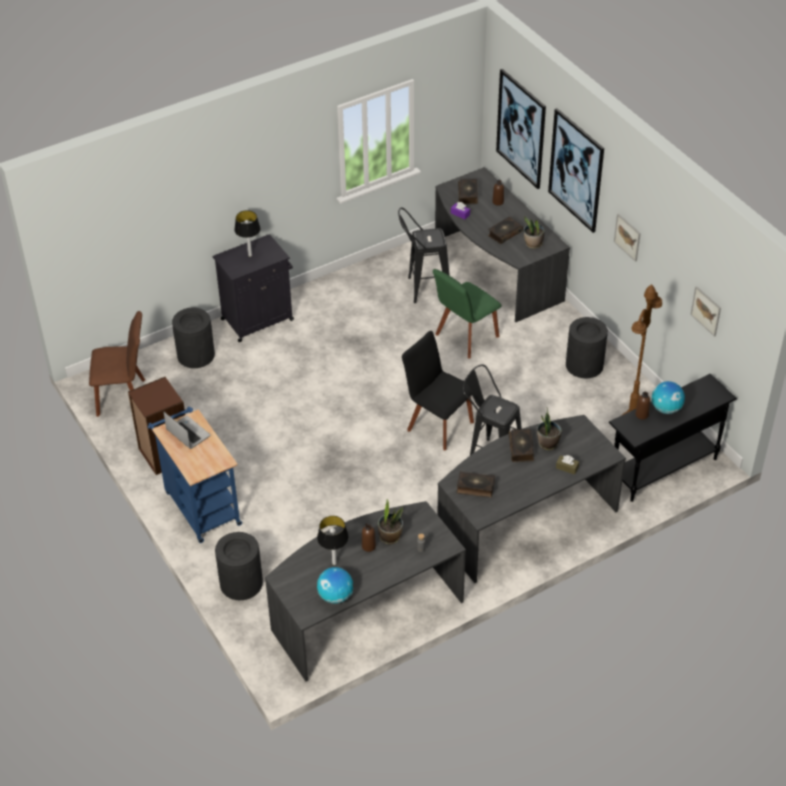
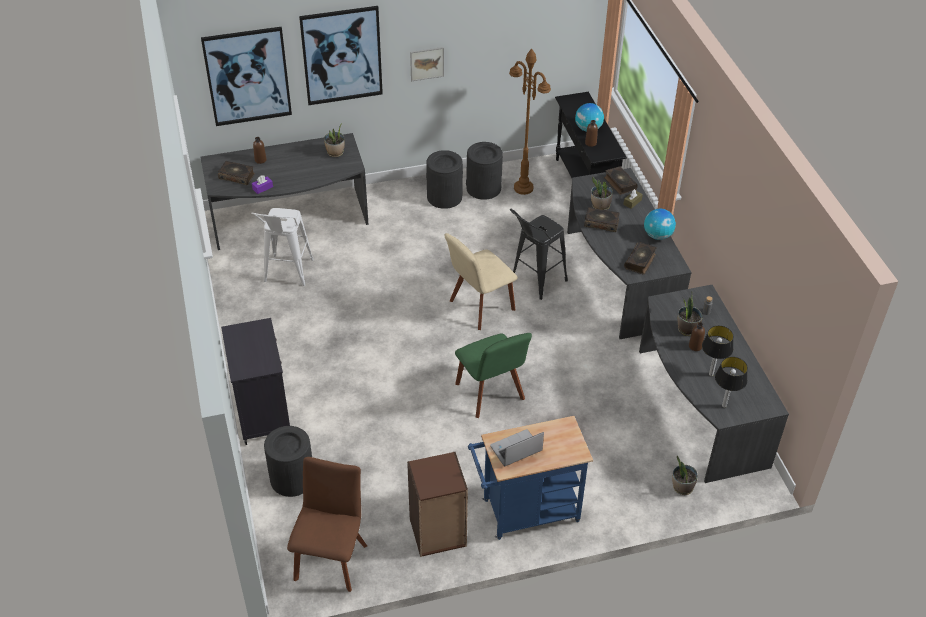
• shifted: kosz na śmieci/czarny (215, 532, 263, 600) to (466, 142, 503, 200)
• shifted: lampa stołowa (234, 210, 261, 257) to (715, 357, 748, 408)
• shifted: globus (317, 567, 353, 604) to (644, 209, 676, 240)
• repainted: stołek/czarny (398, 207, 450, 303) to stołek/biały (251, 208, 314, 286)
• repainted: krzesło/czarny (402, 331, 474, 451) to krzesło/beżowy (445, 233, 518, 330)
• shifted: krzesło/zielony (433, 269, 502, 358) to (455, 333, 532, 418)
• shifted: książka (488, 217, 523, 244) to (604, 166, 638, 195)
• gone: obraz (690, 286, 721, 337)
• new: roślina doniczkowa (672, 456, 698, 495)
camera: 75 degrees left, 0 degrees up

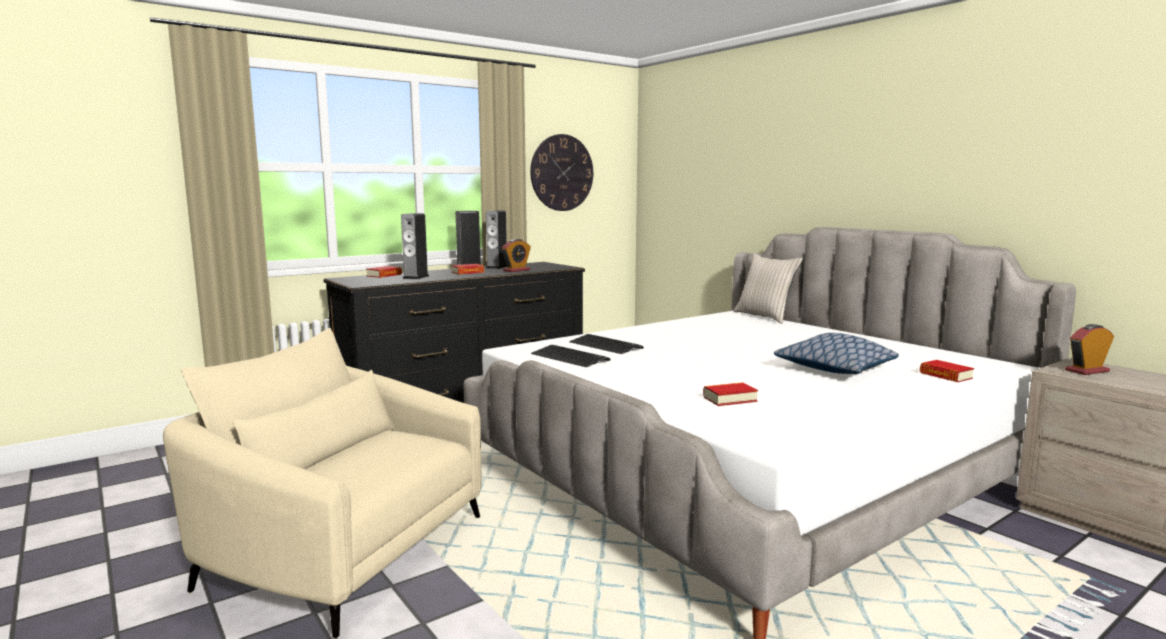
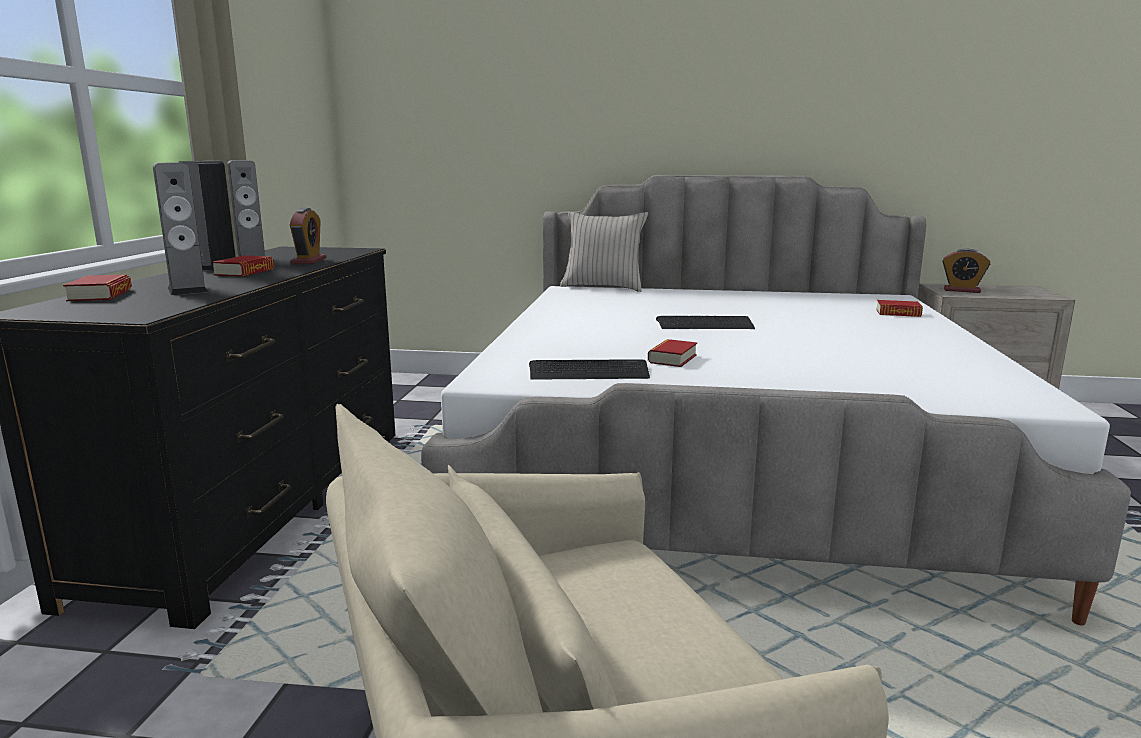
• gone: zegar ścienny (530, 134, 593, 211)
• shifted: klawiatura (569, 334, 644, 354) to (656, 316, 755, 329)
• shifted: książka (703, 382, 758, 406) to (648, 339, 697, 367)
• gone: poduszka (774, 333, 899, 374)
• rotated: budzik (1065, 324, 1114, 375) = (942, 249, 990, 293) 90 degrees counterclockwise
camera: 45 degrees left, 5 degrees up

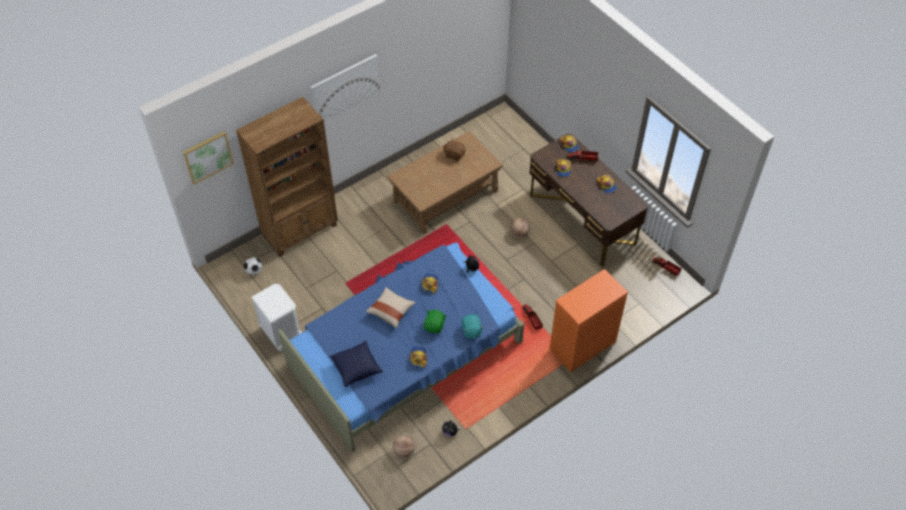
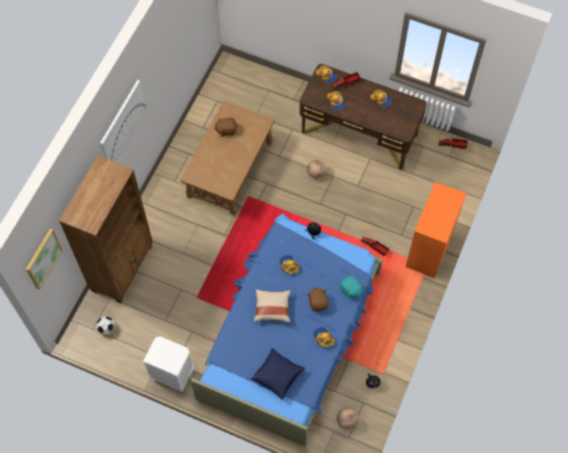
• repainted: pluszak/zielony (424, 310, 446, 334) to pluszak/brązowy (307, 288, 328, 311)
camera: 30 degrees left, 10 degrees up

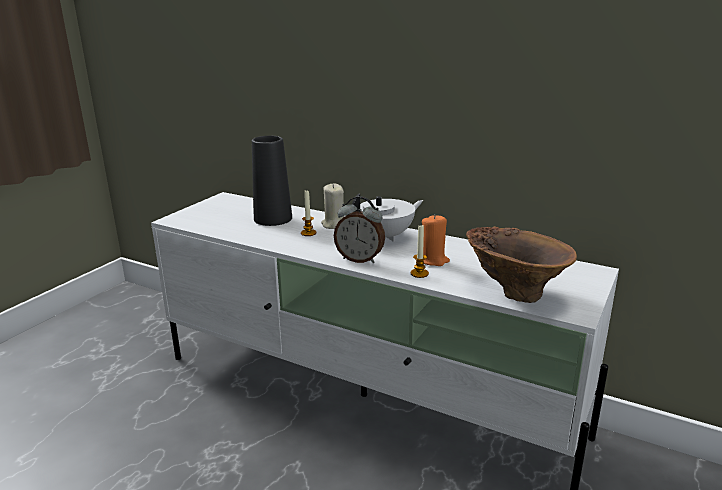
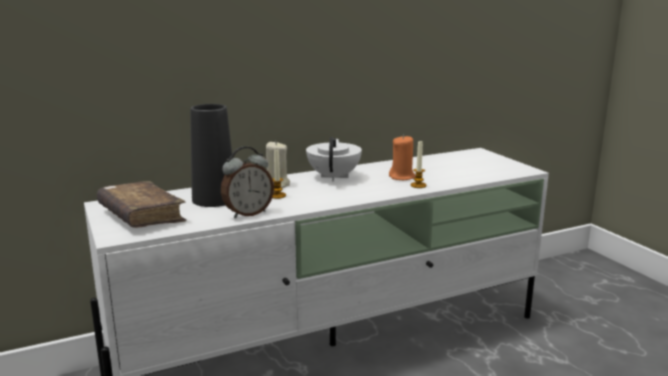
• shifted: budzik (334, 196, 385, 263) to (221, 146, 274, 218)
• gone: wazon/brązowy (466, 226, 577, 303)
• new: książka/brązowy (97, 181, 186, 228)
camera: 55 degrees left, 5 degrees down

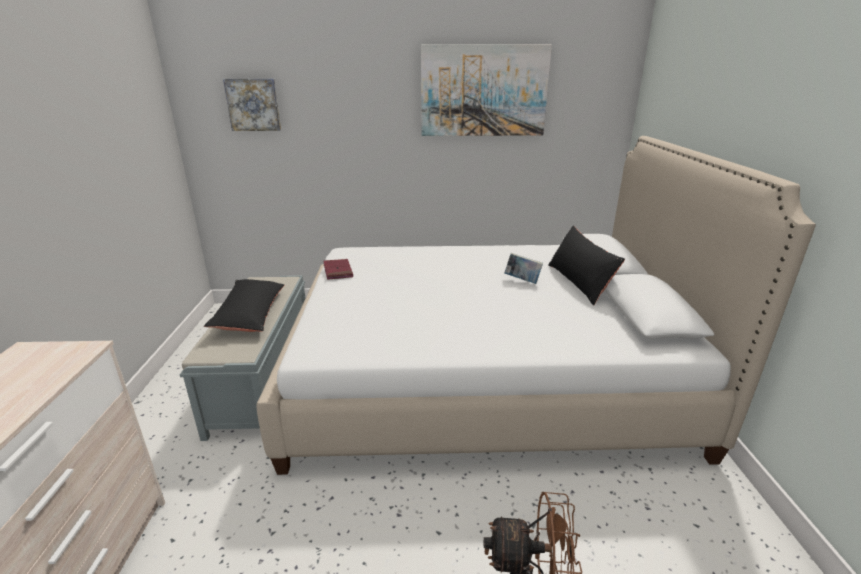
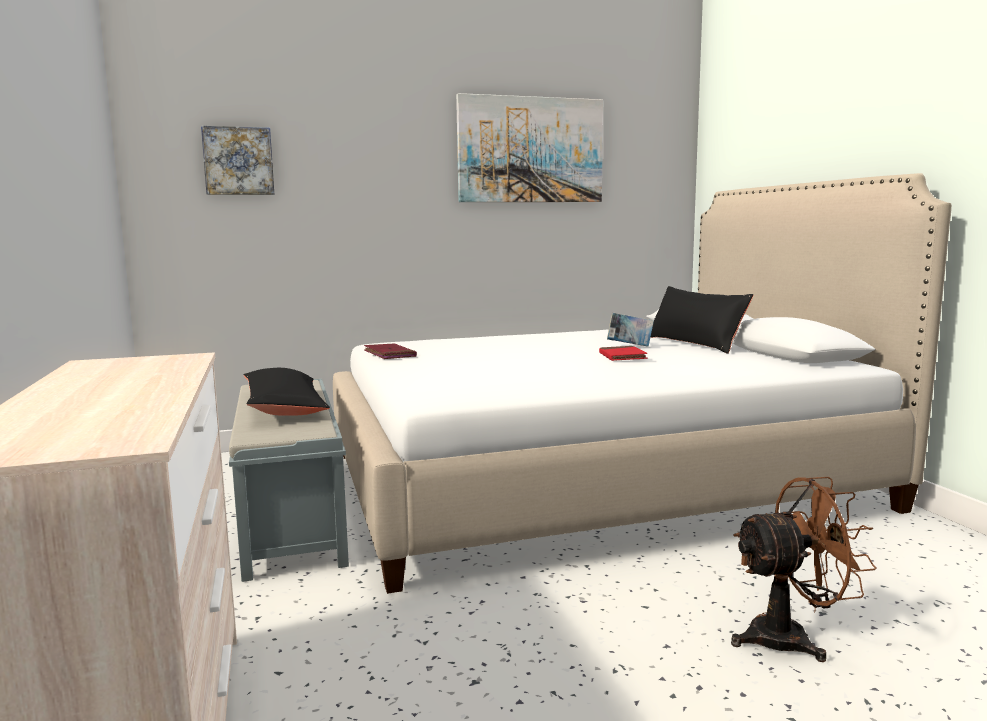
• new: książka/czerwony (599, 346, 648, 361)
camera: 15 degrees left, 15 degrees down

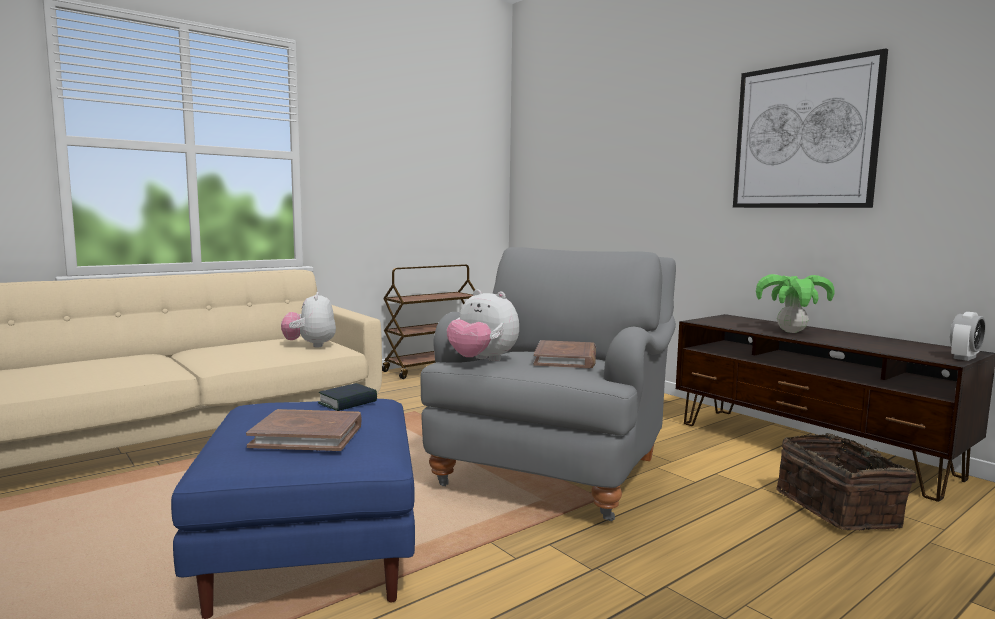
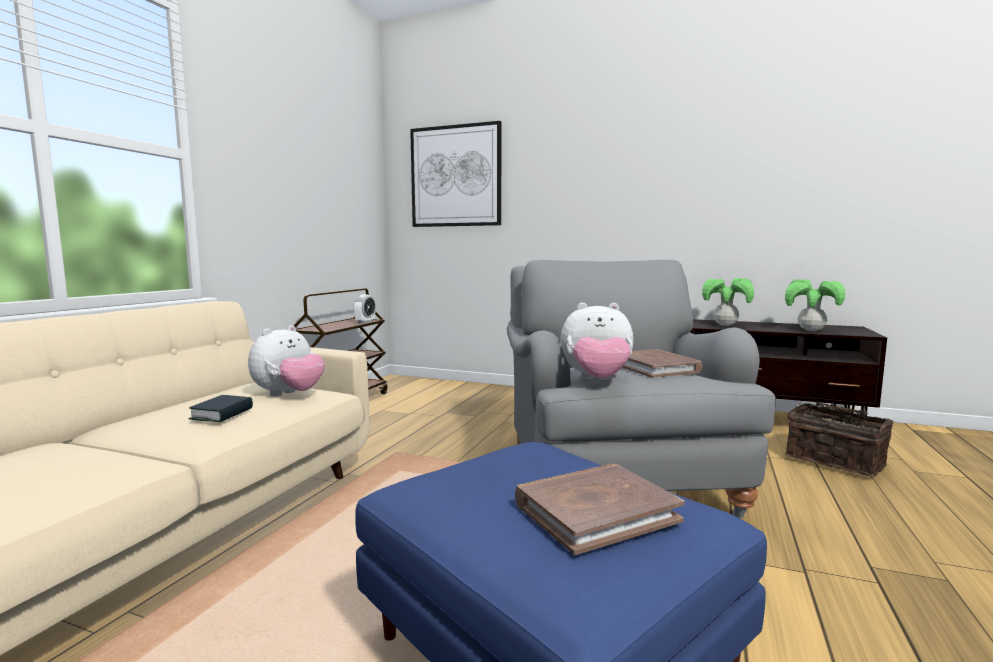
• rotated: pluszak (281, 292, 336, 348) = (248, 325, 325, 397) 105 degrees counterclockwise
• shifted: książka (318, 383, 377, 411) to (189, 395, 253, 422)
• shifted: obraz (733, 48, 888, 208) to (410, 121, 501, 227)
• shifted: budzik (950, 312, 986, 361) to (354, 294, 376, 323)
• new: roślina doniczkowa (785, 279, 845, 331)
camera: 30 degrees left, 0 degrees up

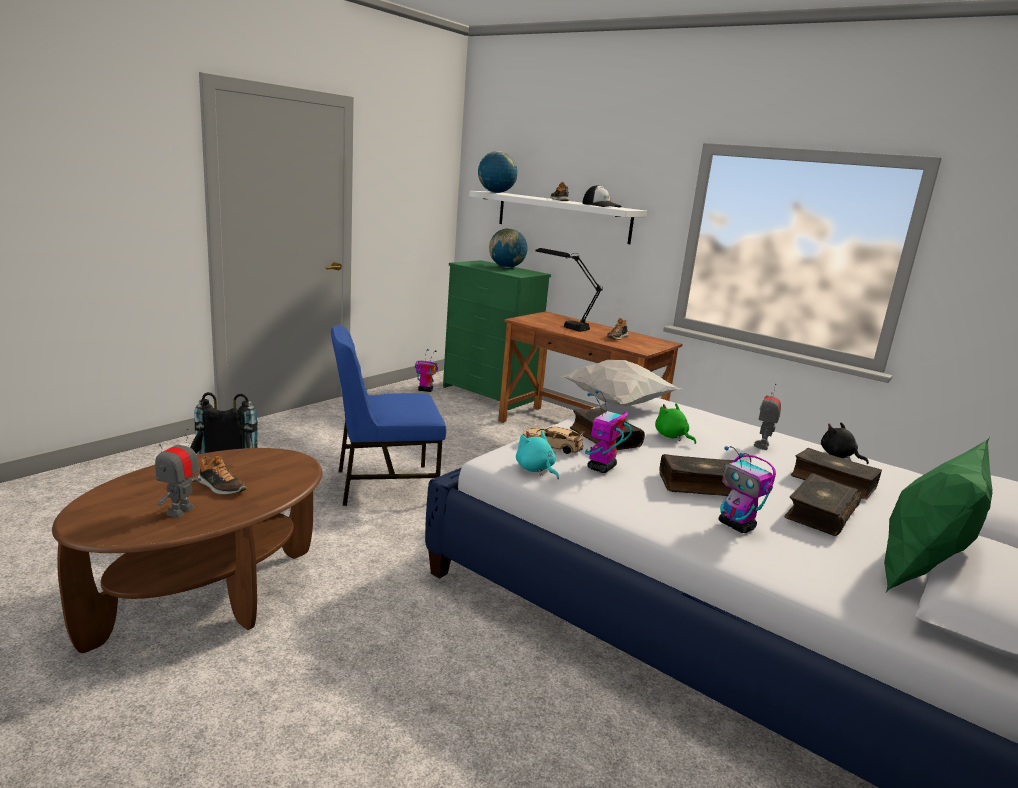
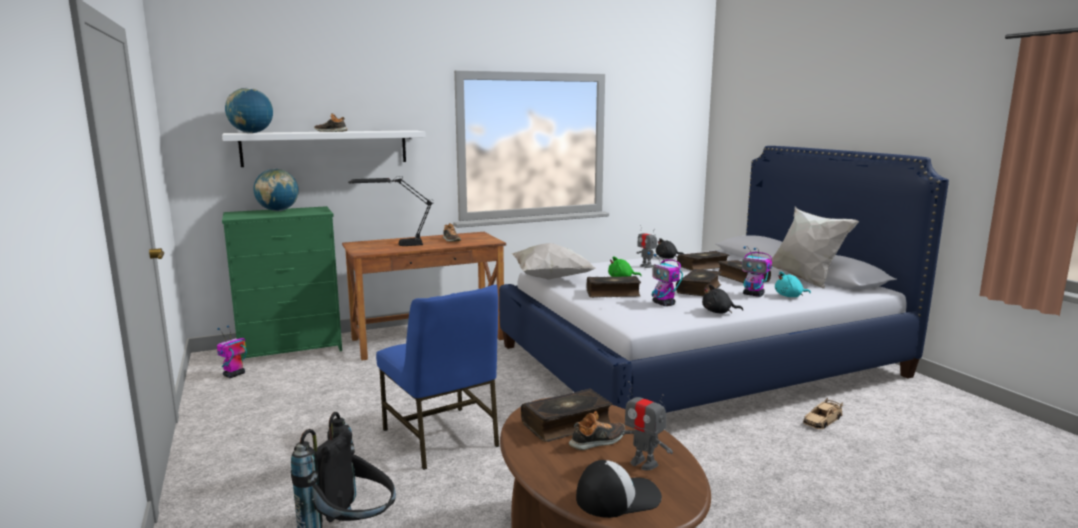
• rotated: krzesło/niebieski (331, 325, 446, 506) = (376, 285, 499, 470) 45 degrees counterclockwise
• shifted: pluszak/turkusowy (516, 430, 559, 479) to (775, 271, 811, 297)
• shifted: samochodzik/beżowy (523, 427, 585, 454) to (803, 398, 843, 429)
• shifted: czapka z daszkiem (582, 185, 622, 207) to (576, 460, 662, 518)
• rotated: robot zabawkowy (719, 446, 776, 533) = (742, 246, 772, 297) 45 degrees clockwise
• repainted: poduszka/zielony (884, 437, 993, 592) to poduszka/biały (770, 207, 859, 289)
• new: książka (521, 389, 612, 442)
• new: pluszak/czarny (702, 285, 743, 313)
camera: 60 degrees left, 5 degrees down

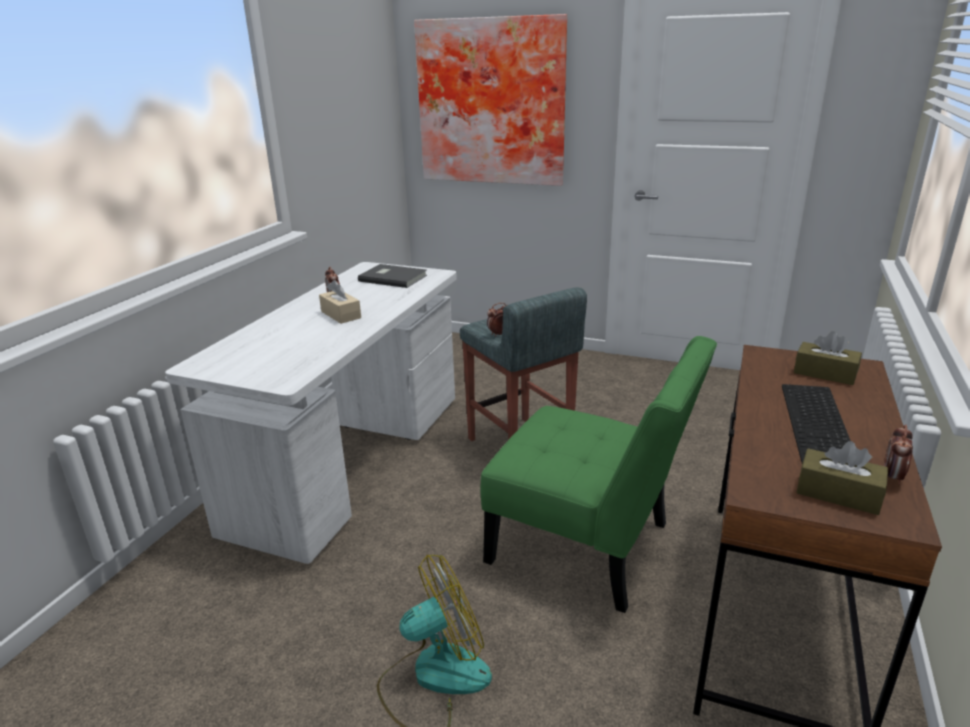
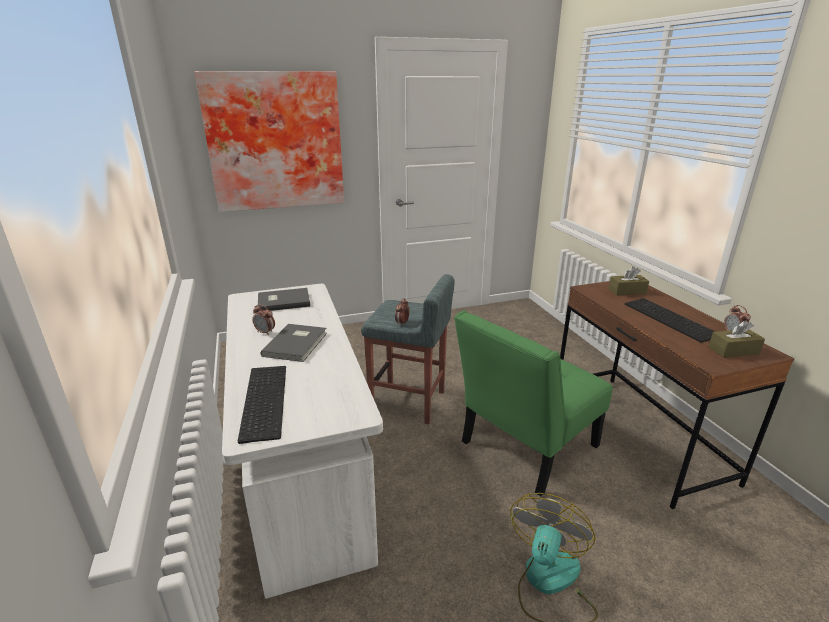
• swapped: pudełko chusteczek/beżowy (319, 280, 361, 324) to książka/szary (261, 324, 327, 362)
• rotated: krzesło/zielony (481, 336, 717, 613) = (454, 310, 613, 496) 150 degrees clockwise
• new: klawiatura (238, 366, 286, 444)
camera: 40 degrees left, 0 degrees up

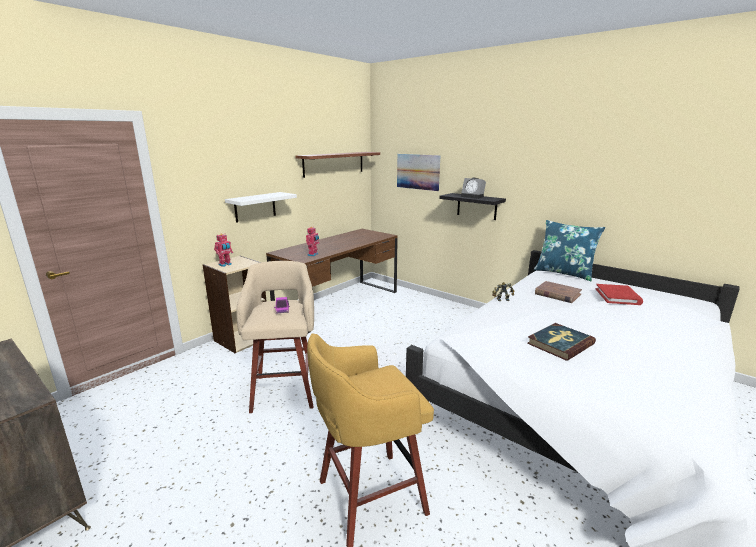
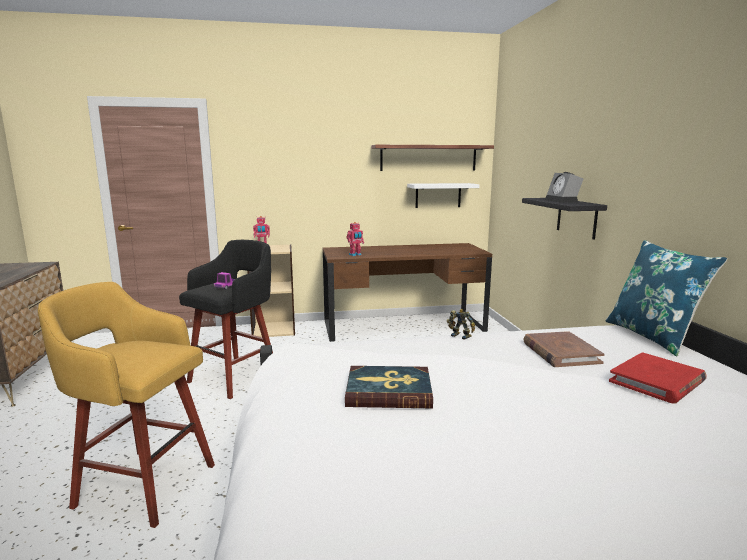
• shifted: półka/biały (225, 192, 297, 223) to (407, 183, 480, 208)
• repainted: stołek/beżowy (236, 261, 314, 413) to stołek/czarny (179, 240, 273, 399)
• gone: obraz (397, 154, 441, 191)
camera: 40 degrees right, 5 degrees down

